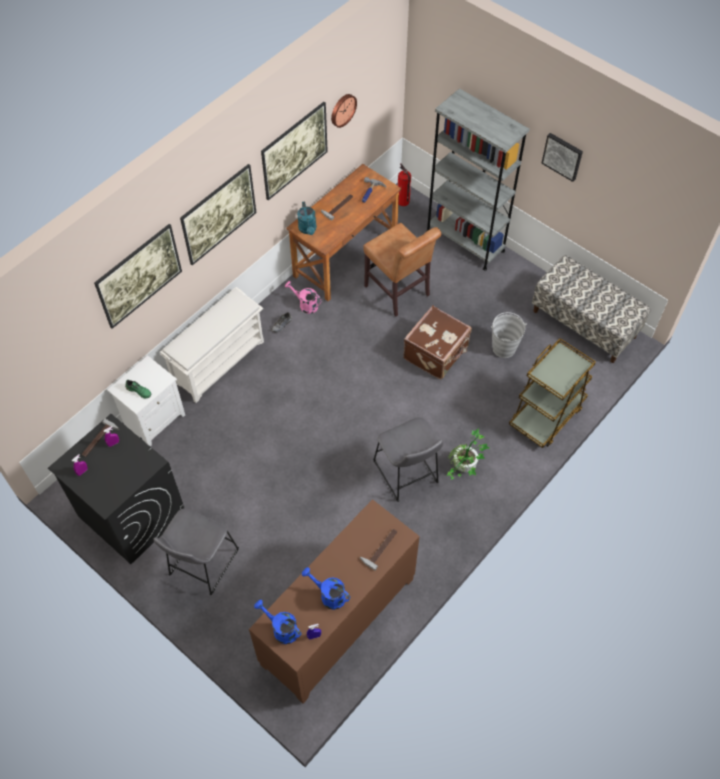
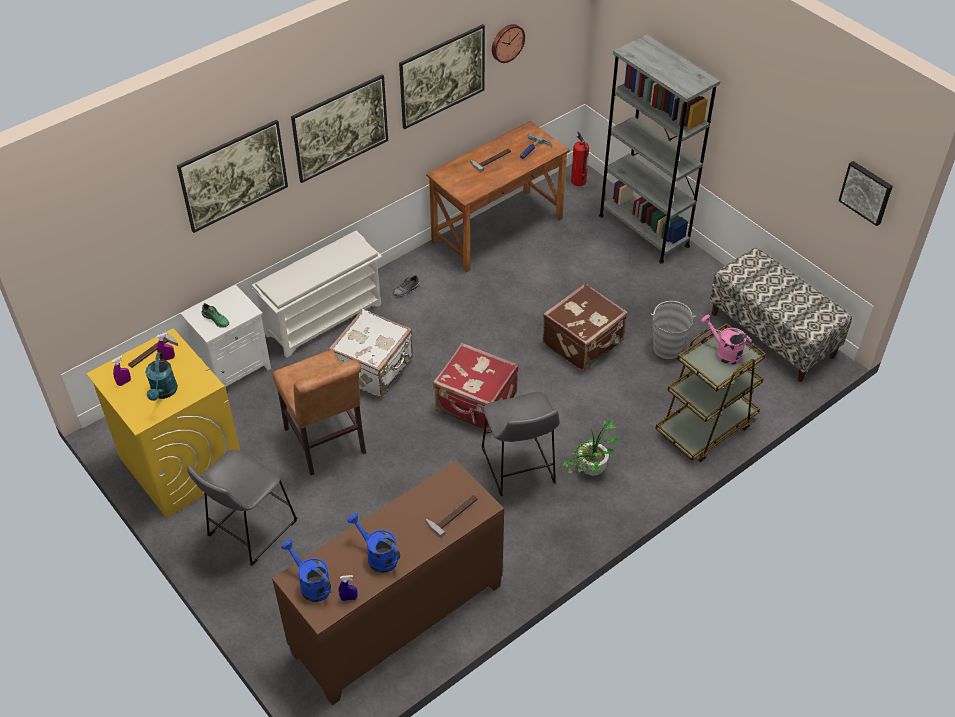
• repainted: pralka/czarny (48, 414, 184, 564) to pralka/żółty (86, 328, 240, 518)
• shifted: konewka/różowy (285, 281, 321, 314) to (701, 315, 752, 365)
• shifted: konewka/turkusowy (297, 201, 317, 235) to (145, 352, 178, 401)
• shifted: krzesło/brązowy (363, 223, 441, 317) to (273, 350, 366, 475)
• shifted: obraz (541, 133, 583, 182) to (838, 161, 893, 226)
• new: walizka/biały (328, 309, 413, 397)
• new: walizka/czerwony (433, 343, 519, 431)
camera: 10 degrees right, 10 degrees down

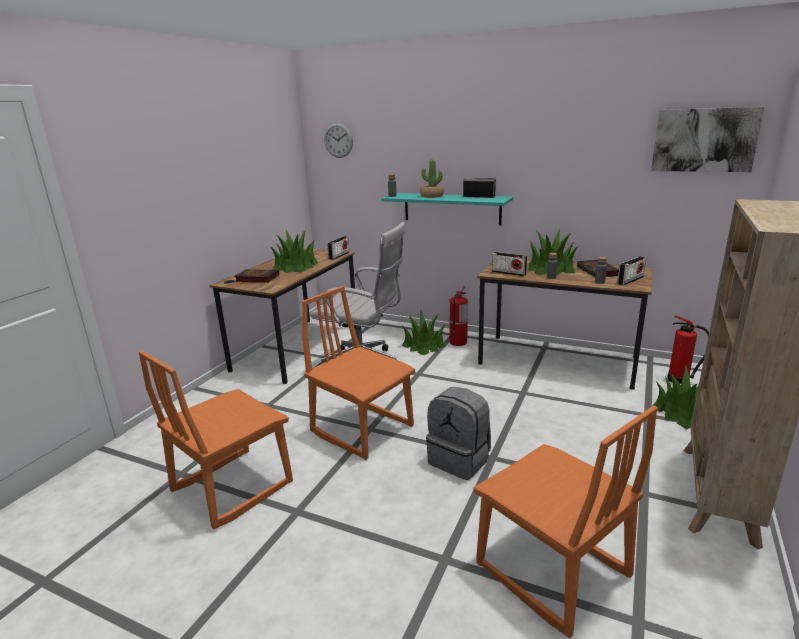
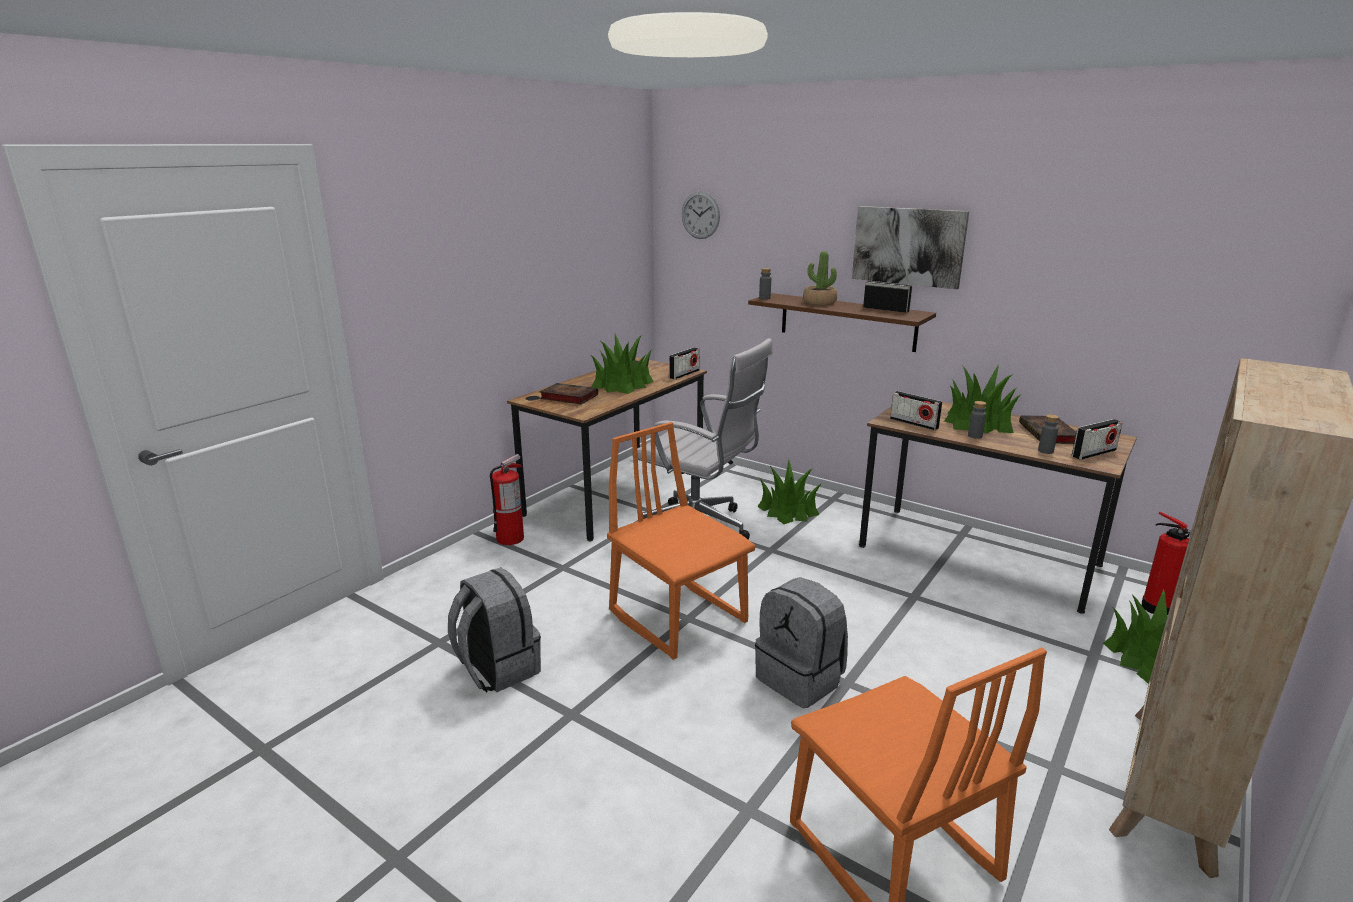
• swapped: krzesło/pomarańczowy (138, 350, 293, 529) to plecak/szary (448, 567, 541, 693)
• repainted: półka/turkusowy (381, 193, 513, 225) to półka/brązowy (748, 293, 936, 352)
• shifted: gaśnica (449, 285, 468, 346) to (490, 454, 524, 545)
• shifted: obraz (651, 107, 765, 172) to (852, 206, 969, 289)
camera: 10 degrees right, 0 degrees up

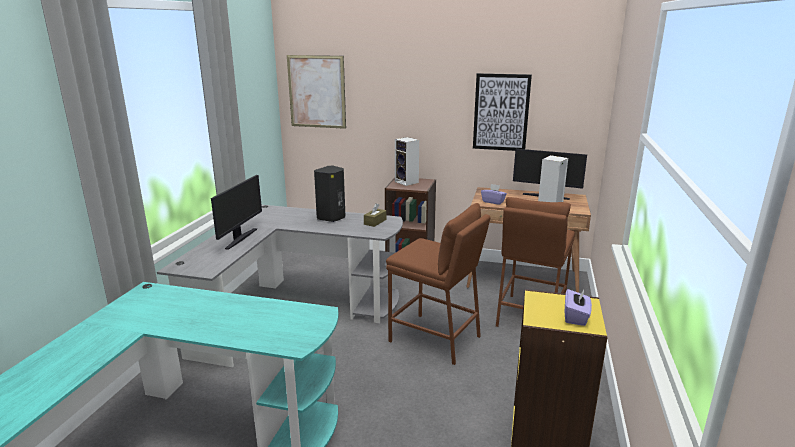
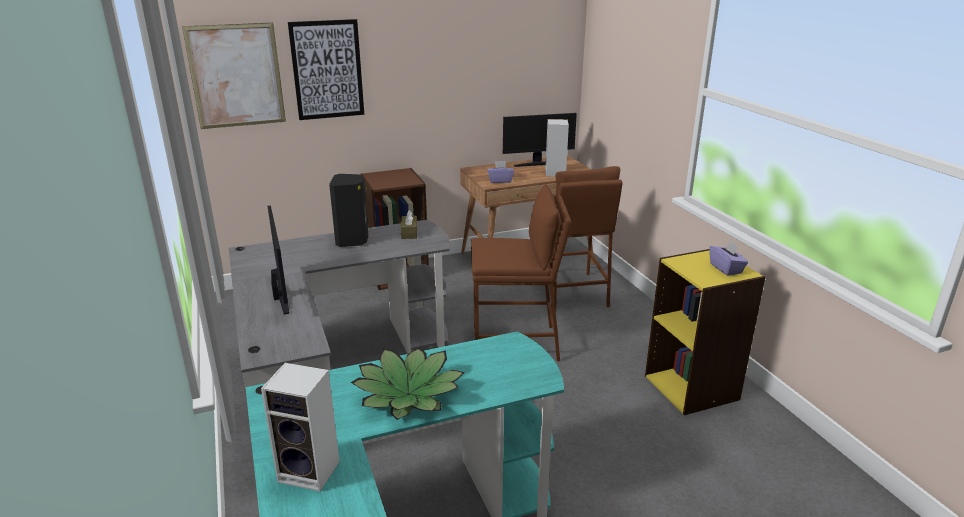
• shifted: głośnik (395, 137, 419, 186) to (261, 363, 340, 491)
• shifted: obraz (473, 73, 532, 151) to (288, 19, 364, 120)
• new: roślina doniczkowa (351, 347, 465, 420)
camera: 35 degrees left, 5 degrees up

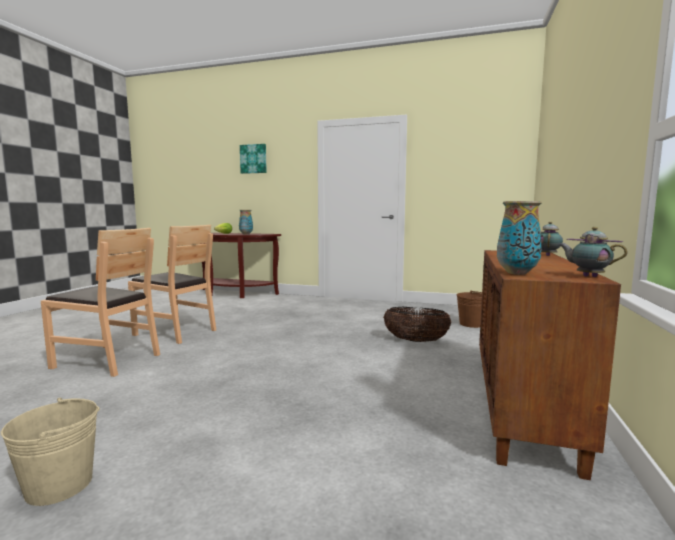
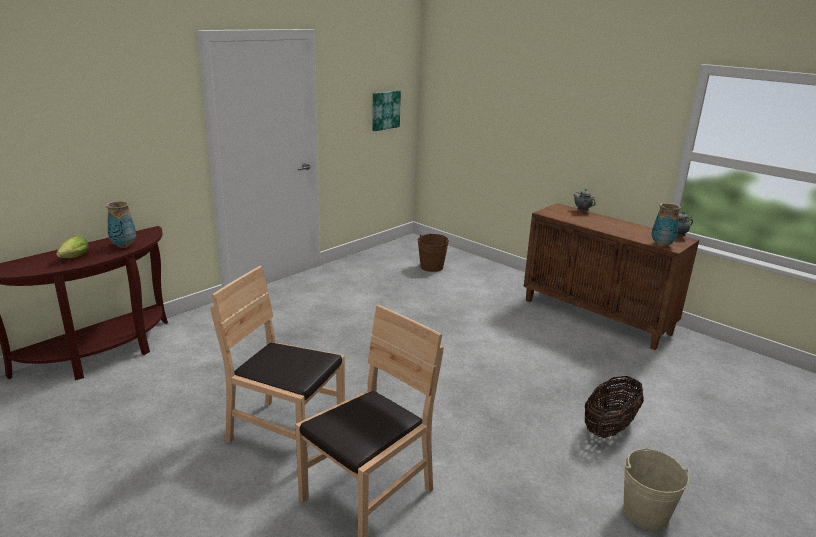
• rotated: krzesło/brązowy (128, 225, 216, 344) = (210, 266, 345, 443) 120 degrees counterclockwise
• shifted: obraz (240, 144, 267, 174) to (372, 91, 401, 131)
• shifted: koszyk (383, 307, 451, 342) to (585, 376, 644, 438)
camera: 65 degrees left, 15 degrees up

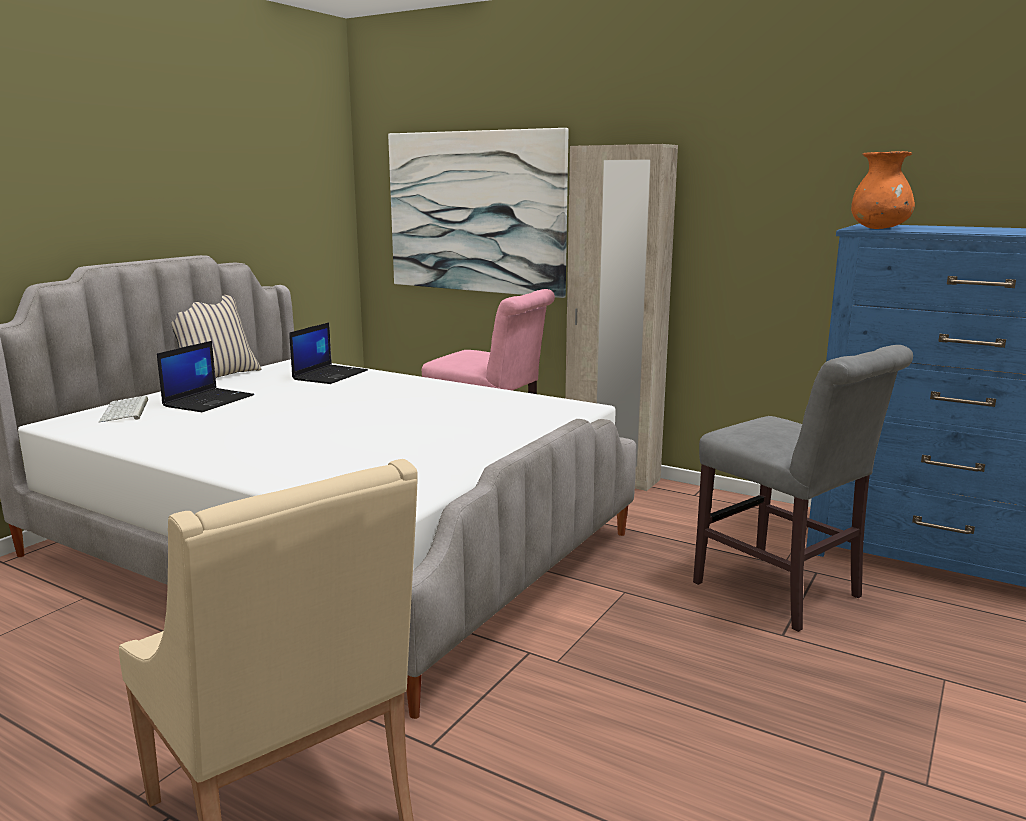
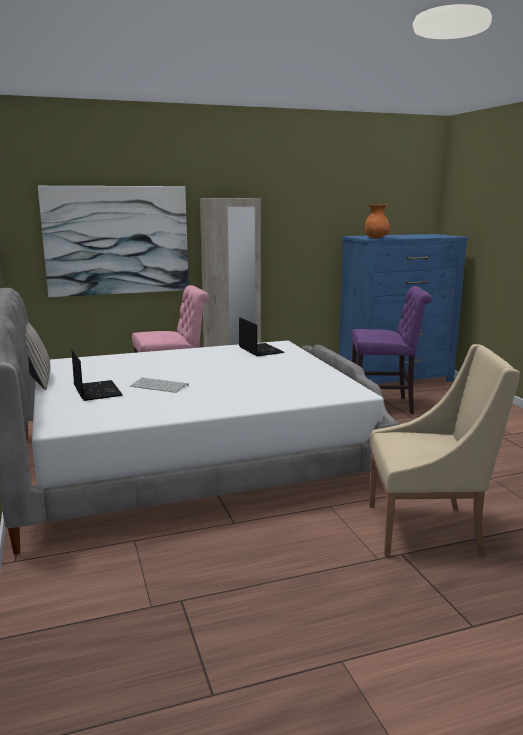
• shifted: klawiatura (99, 396, 148, 423) to (130, 377, 189, 393)
• shifted: laptop (289, 322, 368, 384) to (239, 317, 285, 356)
• repainted: krzesło/szary (693, 345, 913, 632) to krzesło/fioletowy (352, 286, 432, 414)
camera: 50 degrees left, 0 degrees up

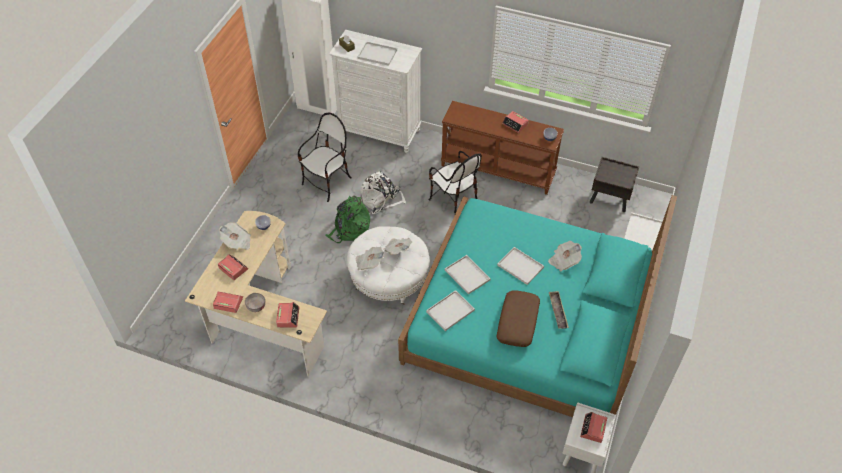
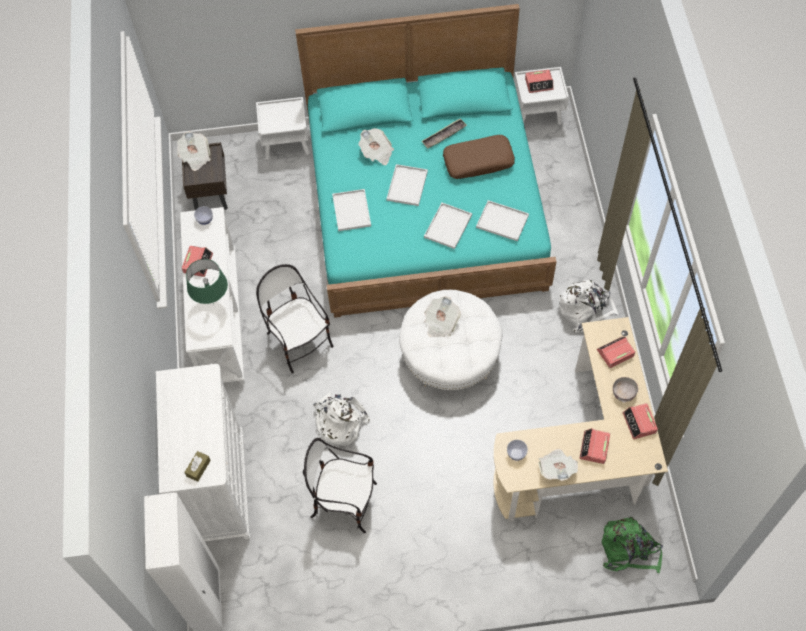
• shifted: plecak/zielony (325, 196, 370, 243) to (602, 516, 663, 573)
• shifted: gazeta (356, 247, 384, 270) to (177, 131, 211, 171)
• shifted: taca/biały (357, 41, 397, 66) to (332, 189, 371, 231)
• rotated: krzesło (429, 151, 482, 214) = (256, 264, 333, 374) 60 degrees counterclockwise
• repainted: stolik konsolowy/brązowy (441, 101, 564, 195) to stolik konsolowy/biały (180, 207, 245, 385)
• new: lampa stołowa/zielony (186, 259, 228, 304)
• new: plecak/biały (559, 280, 618, 332)
camera: 115 degrees left, 10 degrees up

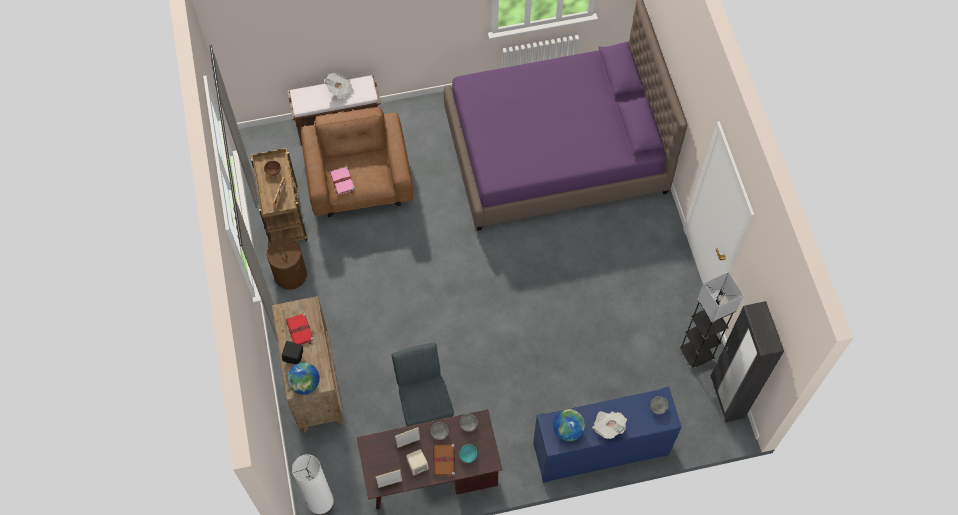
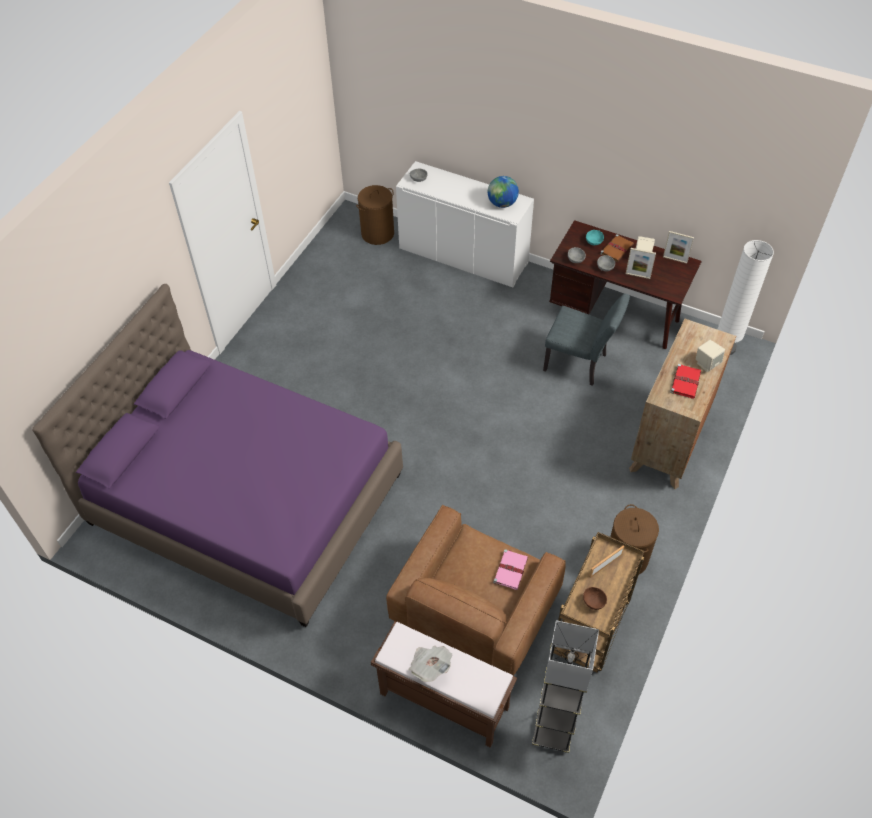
• repainted: głośnik/czarny (282, 341, 303, 364) to głośnik/beżowy (696, 340, 725, 372)
• gone: globus (287, 362, 320, 395)
• rotated: krzesło/szary (392, 343, 454, 426) = (543, 293, 630, 386) 90 degrees counterclockwise
• repainted: szafka/niebieski (533, 387, 682, 483) to szafka/biały (396, 161, 534, 287)
• gone: gazeta (592, 411, 627, 439)
• shifted: lampa stojąca/szary (679, 272, 744, 369) to (532, 620, 599, 753)
• gone: szafa/czarny (711, 301, 784, 422)
• new: kosz na pranie/brązowy (356, 185, 394, 245)
camera: 140 degrees left, 10 degrees down

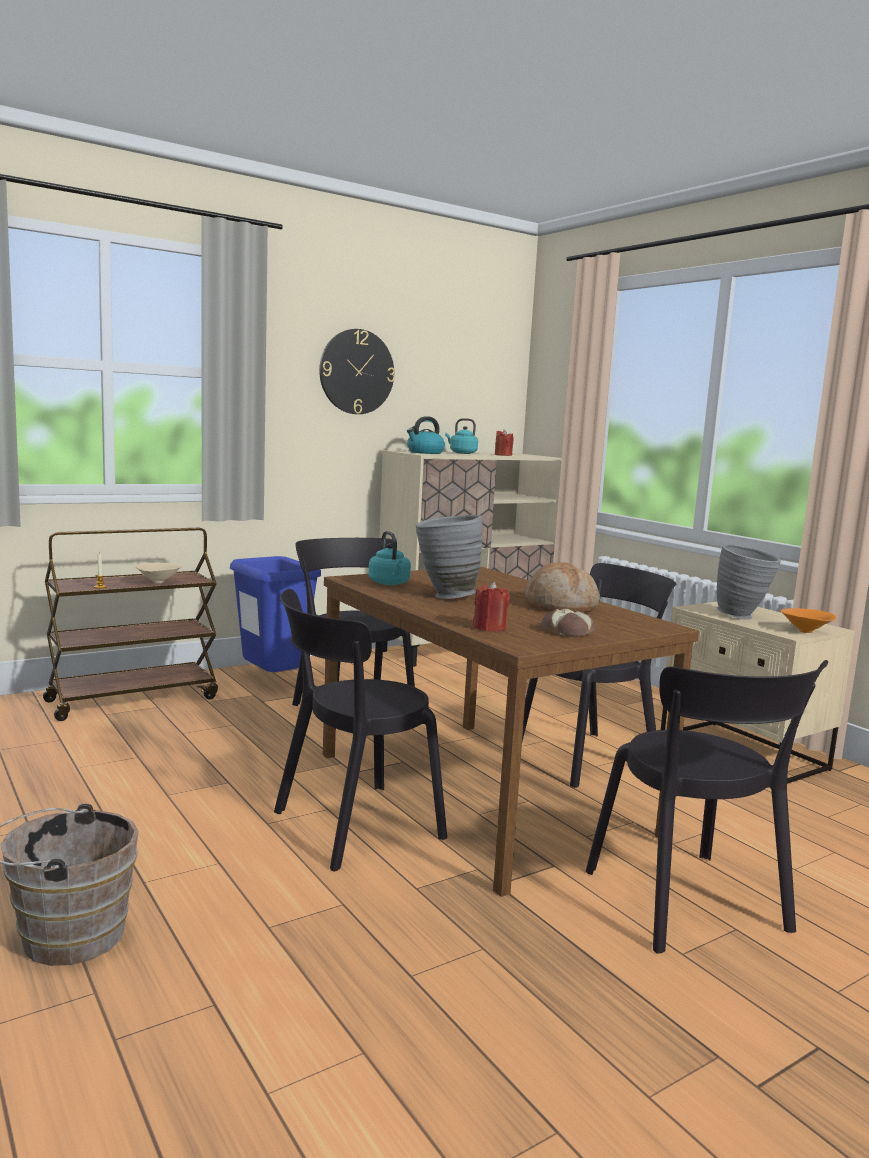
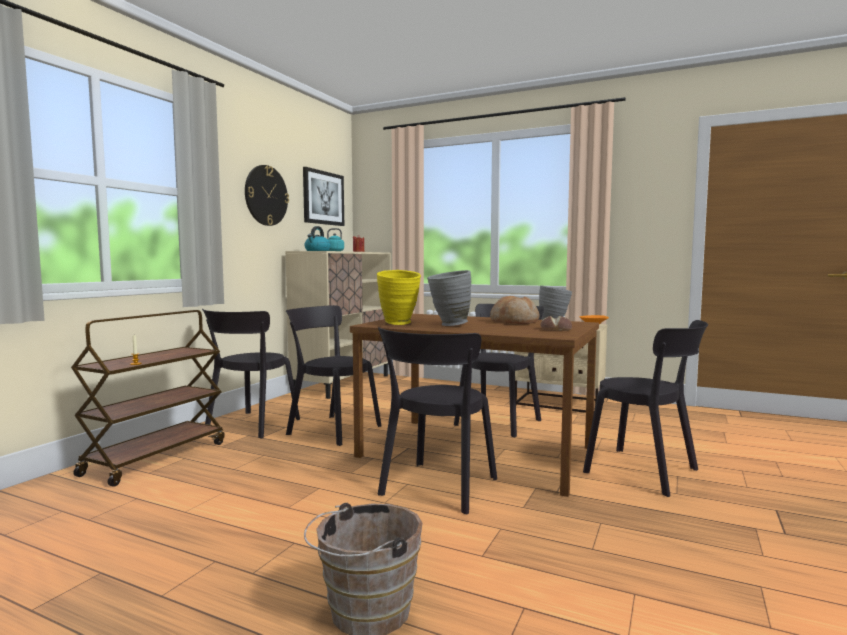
• gone: miska/beżowy (135, 563, 182, 583)
• swapped: kosz na śmieci/niebieski (230, 556, 321, 672) to krzesło/czarny (202, 309, 300, 438)
• swapped: czajnik/turkusowy (368, 531, 411, 585) to wazon/żółty (377, 270, 421, 325)
• gone: świeca/czerwony (473, 582, 510, 632)
• new: obraz (303, 167, 344, 226)
camera: 30 degrees left, 5 degrees down

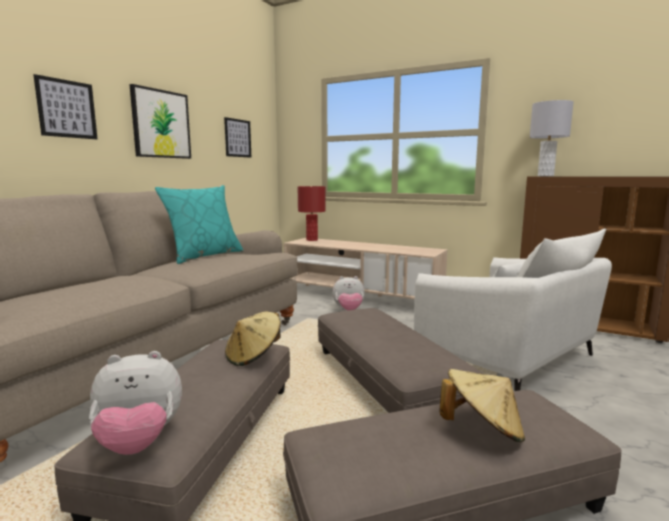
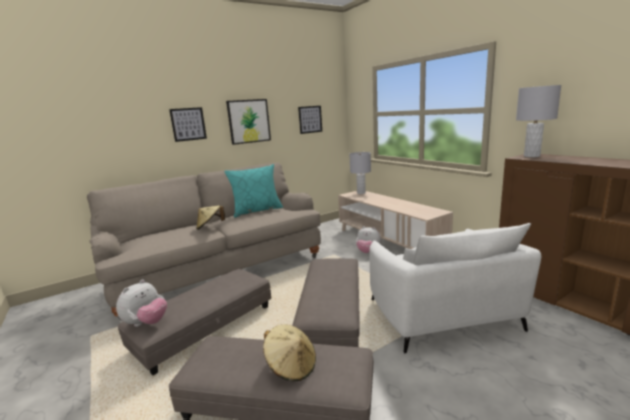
• rotated: pluszak (89, 351, 182, 455) = (116, 279, 167, 327) 75 degrees counterclockwise
• shifted: kapelusz/beżowy (225, 312, 281, 366) to (196, 205, 225, 230)
• repainted: lampa stołowa/czerwony (298, 186, 325, 241) to lampa stołowa/szary (349, 152, 371, 194)
camera: 30 degrees right, 5 degrees up

